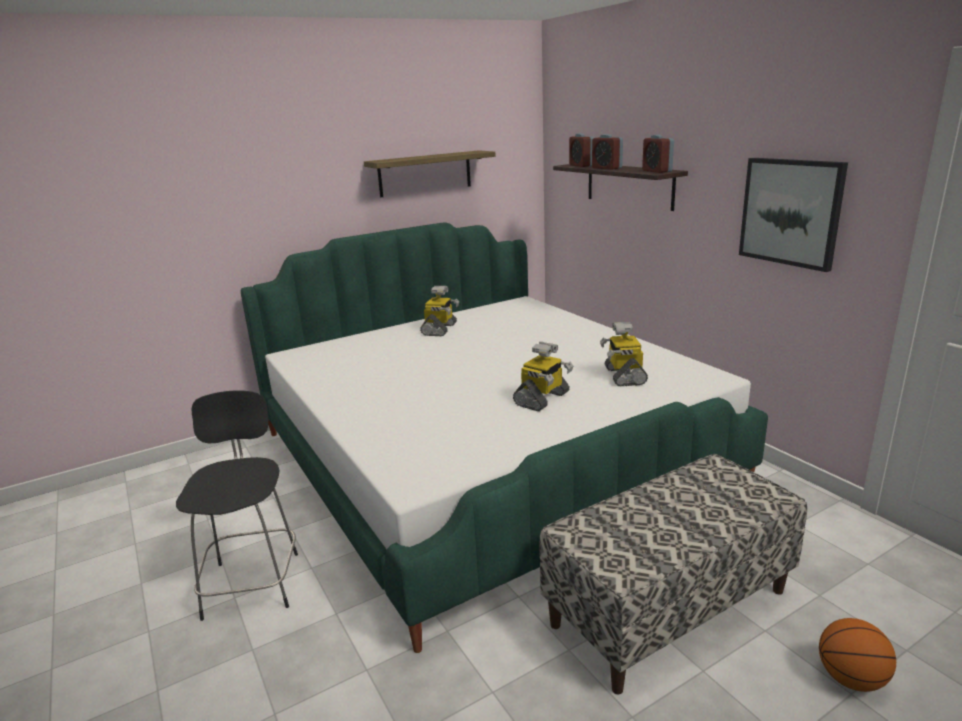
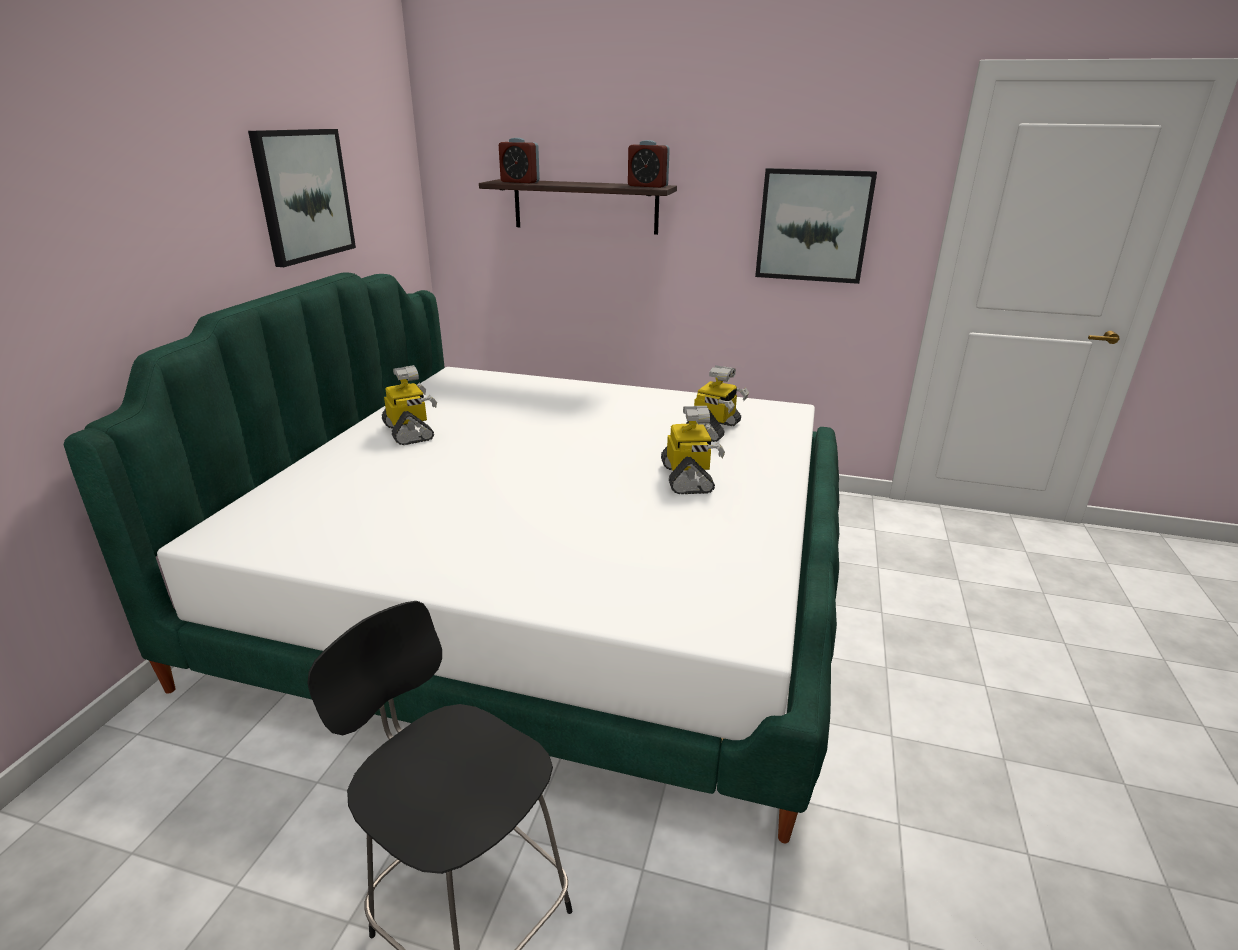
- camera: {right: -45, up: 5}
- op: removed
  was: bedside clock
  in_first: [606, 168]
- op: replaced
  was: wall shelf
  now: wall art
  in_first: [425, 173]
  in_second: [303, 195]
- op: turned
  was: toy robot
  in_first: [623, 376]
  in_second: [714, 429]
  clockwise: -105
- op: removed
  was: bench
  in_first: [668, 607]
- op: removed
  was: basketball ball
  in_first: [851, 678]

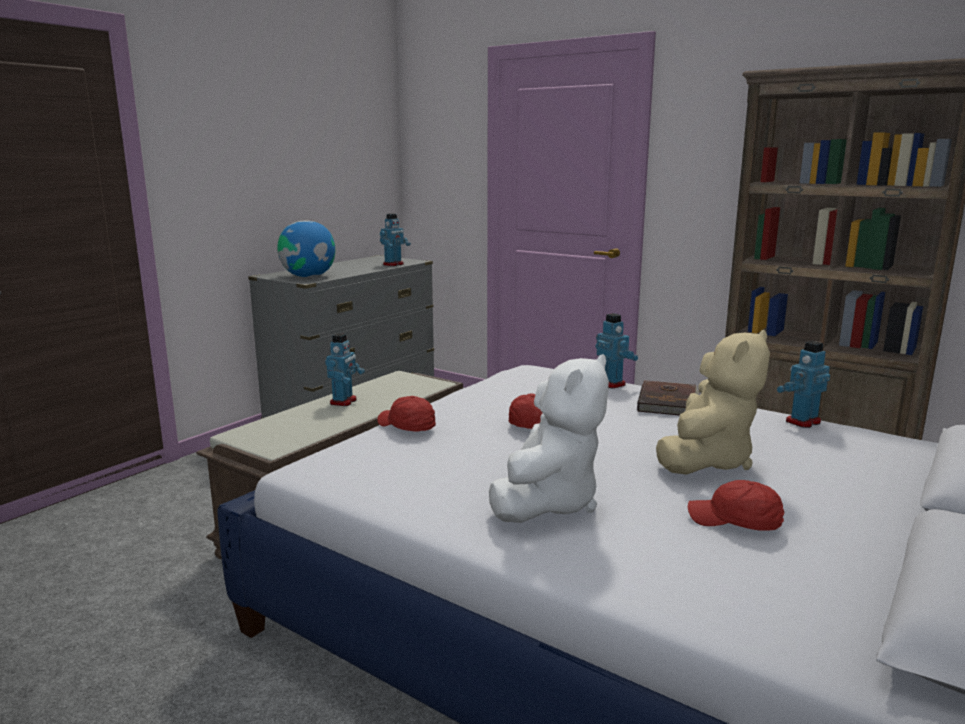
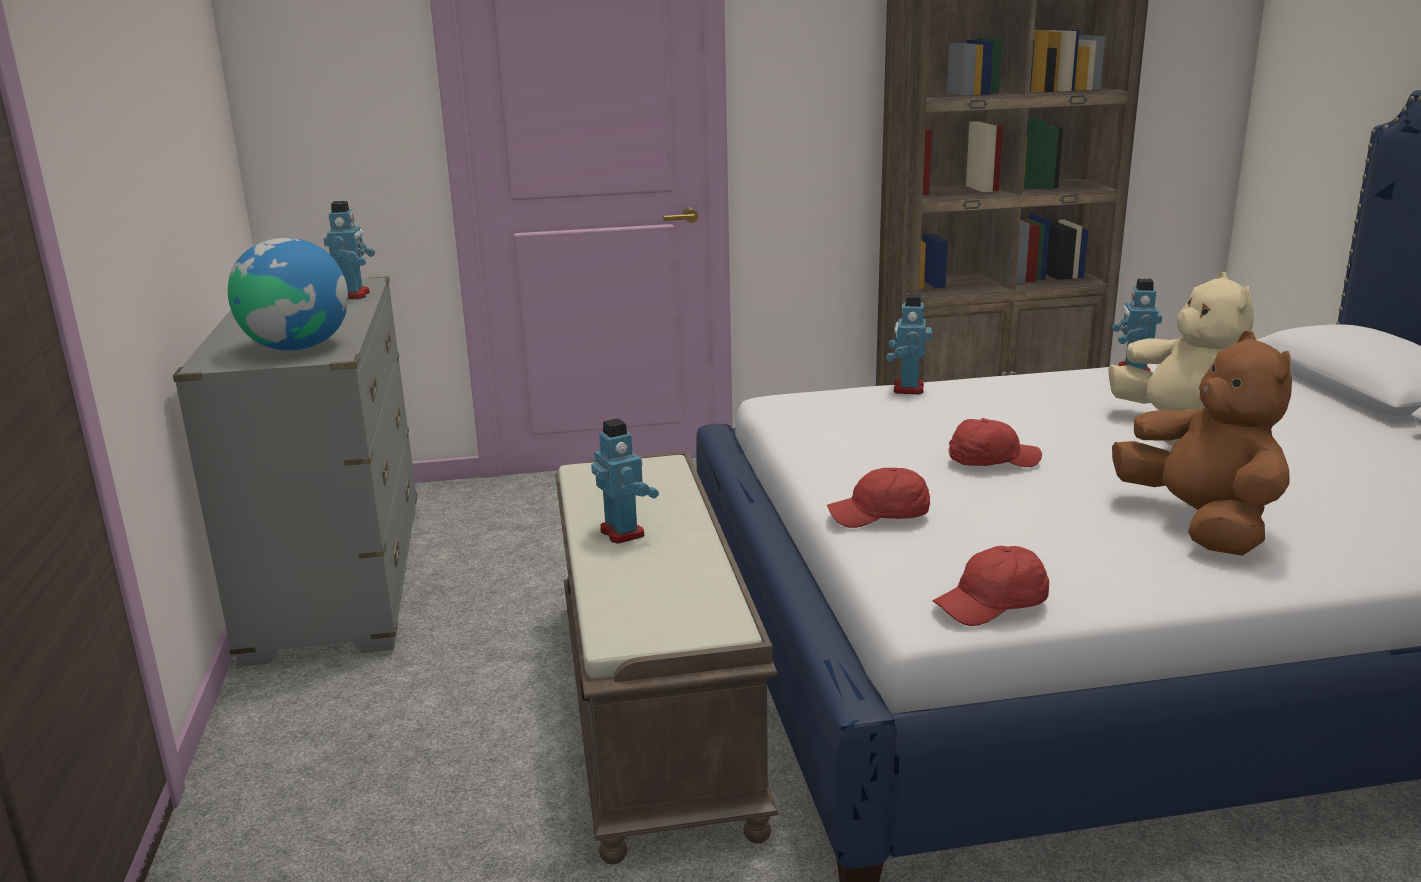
- camera: {right: -45, up: 5}
- op: turned
  was: toy robot
  in_first: [611, 383]
  in_second: [907, 389]
  clockwise: -90
- op: recoloured
  was: white plush toy
  now: brown plush toy
  in_first: [548, 502]
  in_second: [1200, 524]
- op: removed
  was: brown bound book
  in_first: [668, 402]
- op: moved
  was: red-coloured baseball cap
  in_first: [735, 522]
  in_second: [993, 605]

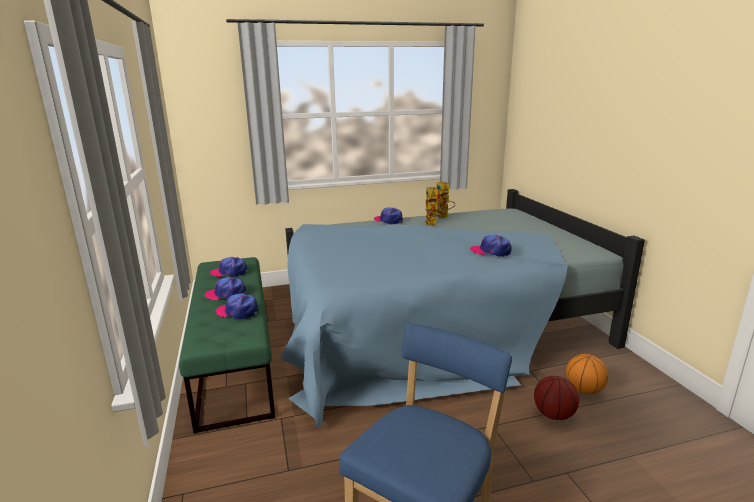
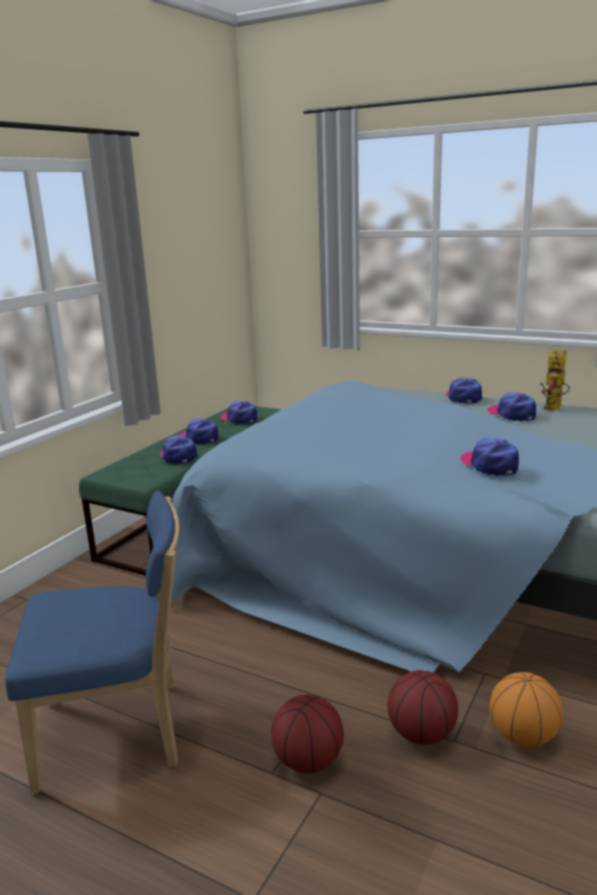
- camera: {right: 45, up: 0}
- op: replaced
  was: toy robot
  now: baseball cap
  in_first: [432, 224]
  in_second: [512, 414]
- op: added
  now: basketball ball
  in_second: [307, 761]

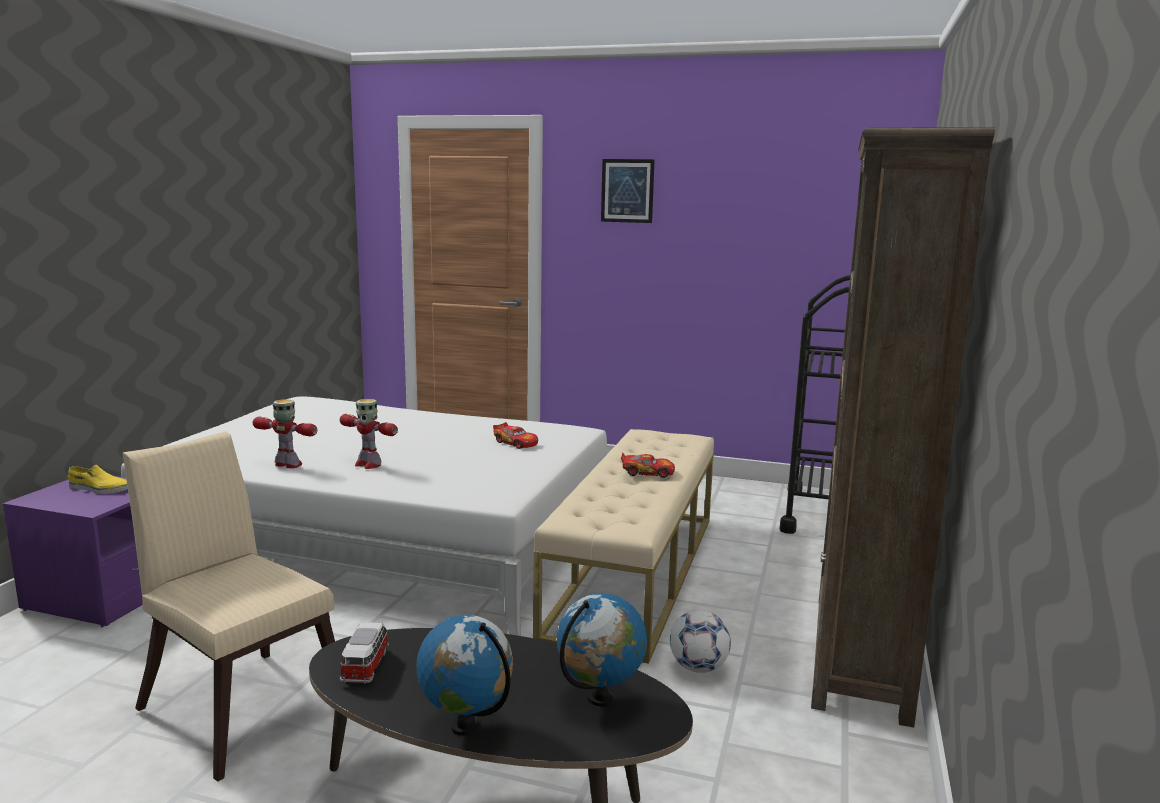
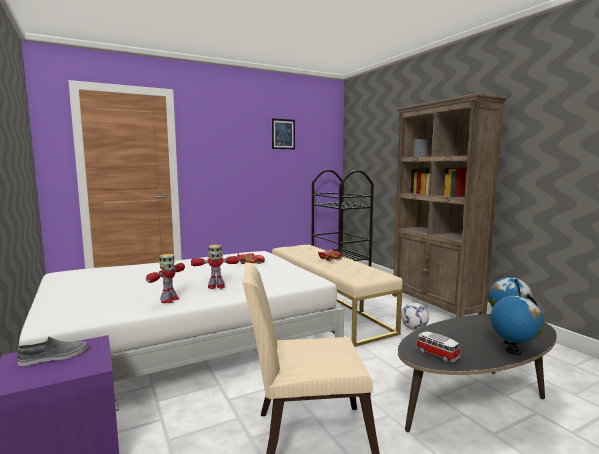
- camera: {right: -45, up: -5}
- op: moved
  was: wall art
  in_first: [627, 191]
  in_second: [283, 134]
- op: turned
  was: toy robot
  in_first: [288, 465]
  in_second: [169, 300]
  clockwise: 135
- op: recoloured
  was: yellow-coloured shoe
  now: grey shoe
  in_first: [98, 488]
  in_second: [54, 357]

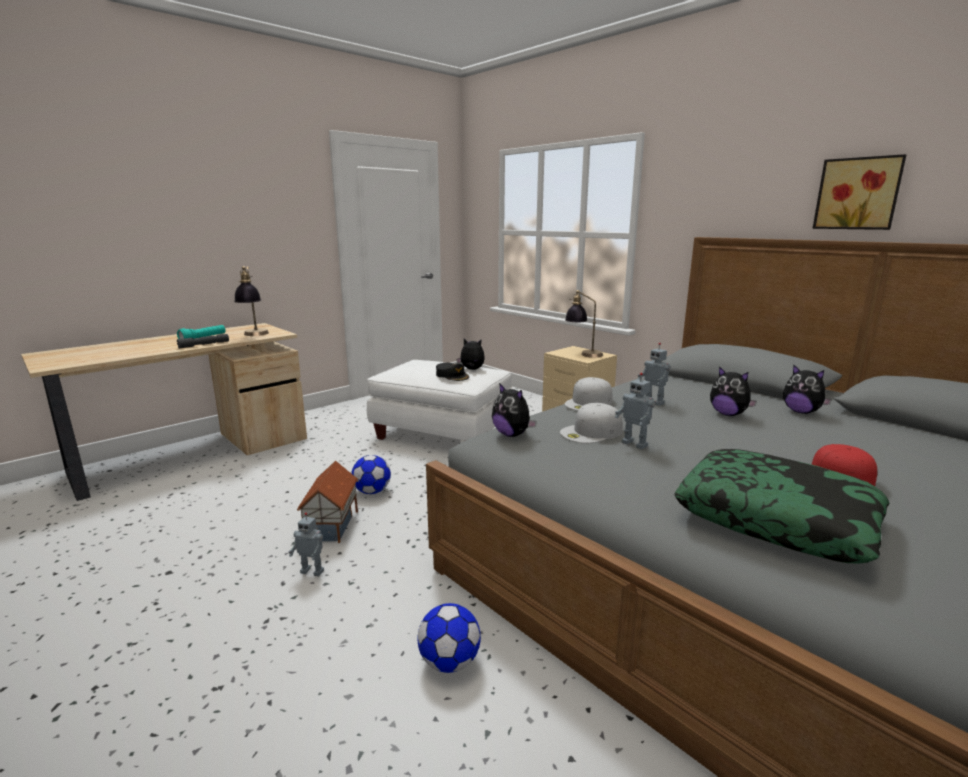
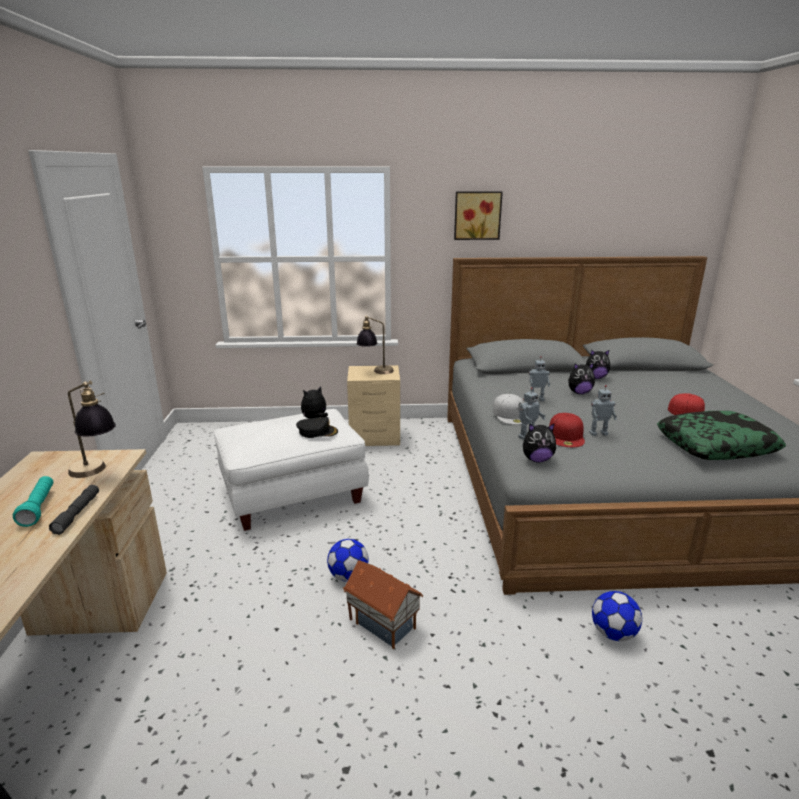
- camera: {right: -50, up: 5}
- op: moved
  was: wall art
  in_first: [858, 194]
  in_second: [477, 215]
- op: recoloured
  was: white baseball cap
  now: red-coloured baseball cap
  in_first: [591, 432]
  in_second: [566, 436]
- op: moved
  was: toy robot
  in_first: [313, 571]
  in_second: [526, 436]

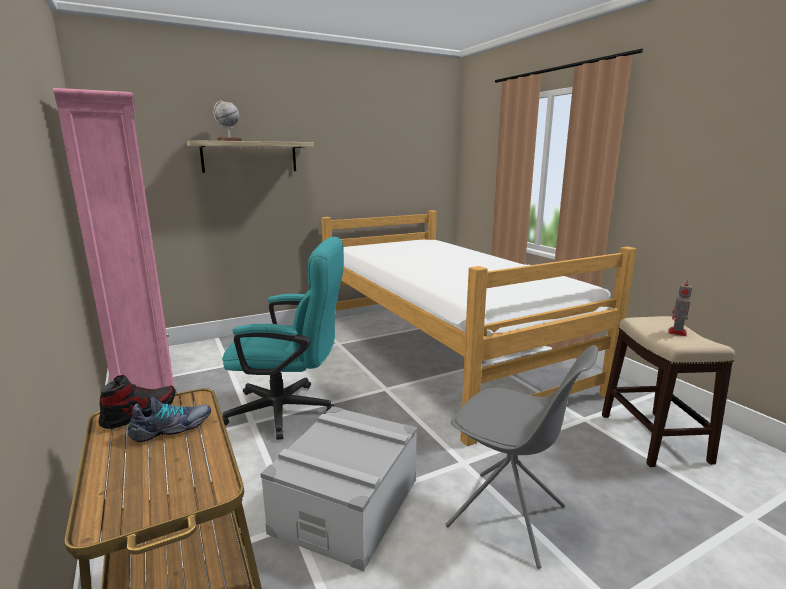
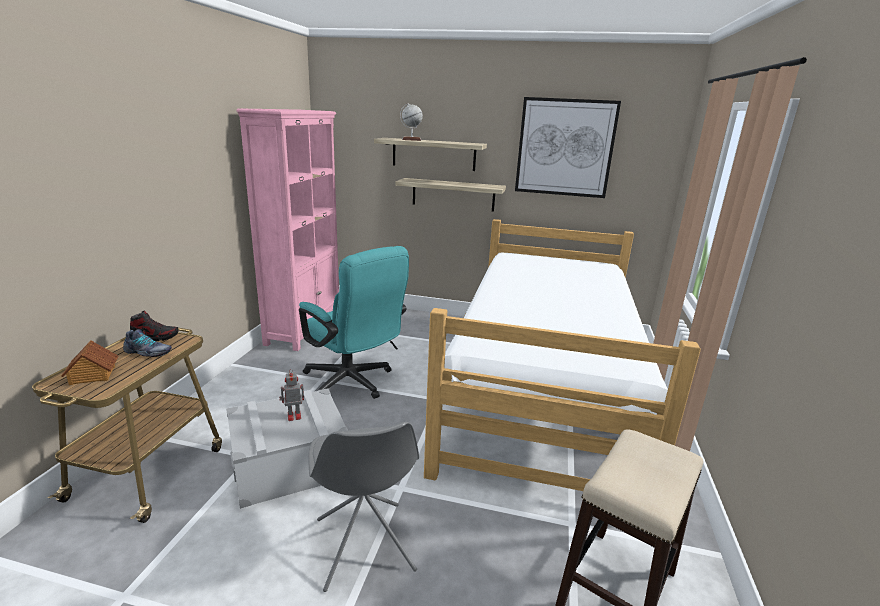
- camera: {right: 40, up: 5}
- op: moved
  was: toy robot
  in_first: [677, 333]
  in_second: [293, 416]
- op: added
  now: wall art
  in_second: [565, 148]
- op: added
  now: wall shelf
  in_second: [453, 194]
- op: added
  now: model house
  in_second: [92, 375]

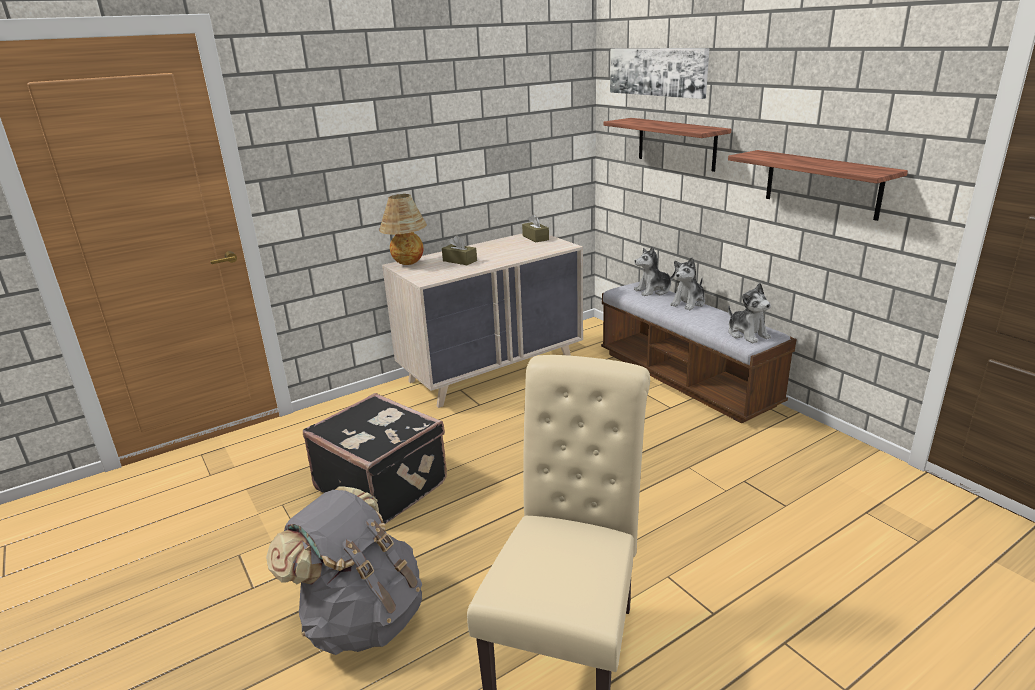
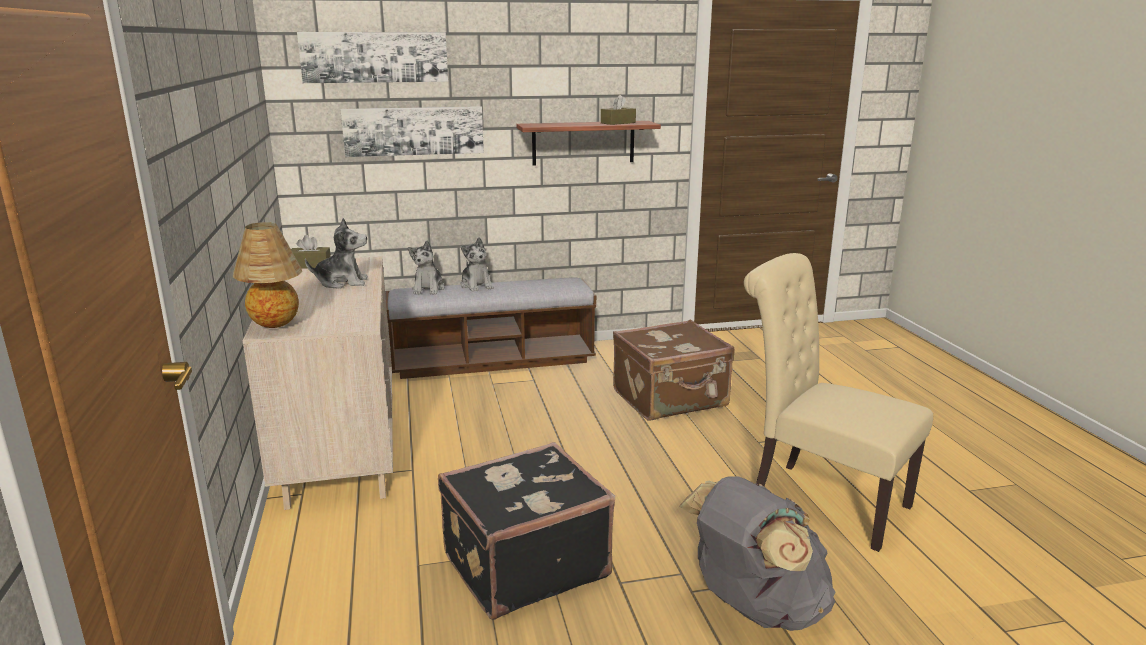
- camera: {right: -70, up: -5}
- op: replaced
  was: wall shelf
  now: wall art
  in_first: [676, 143]
  in_second: [413, 131]
- op: moved
  was: brown tissue box
  in_first: [459, 261]
  in_second: [618, 123]
- op: moved
  was: plush toy
  in_first: [747, 334]
  in_second: [342, 282]
- op: added
  now: brown travel case
  in_second: [671, 399]

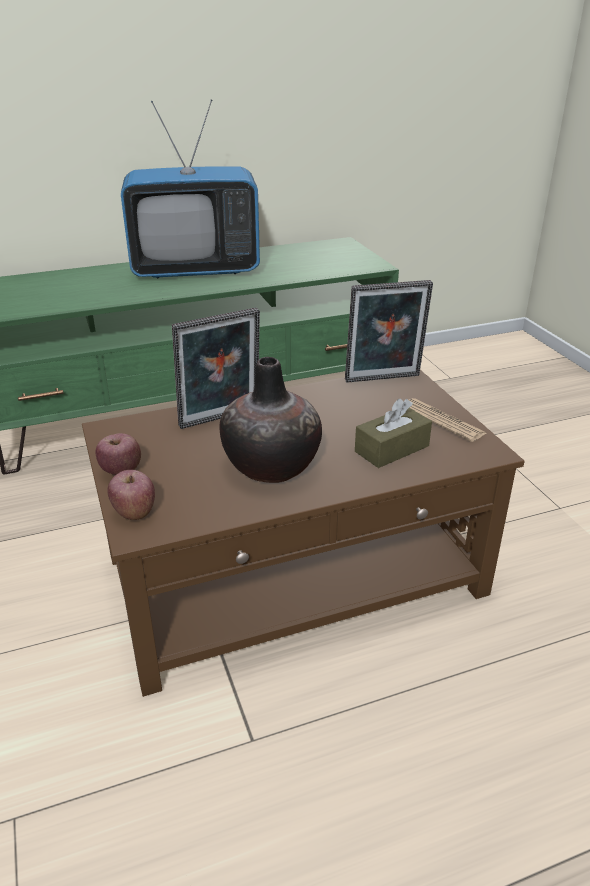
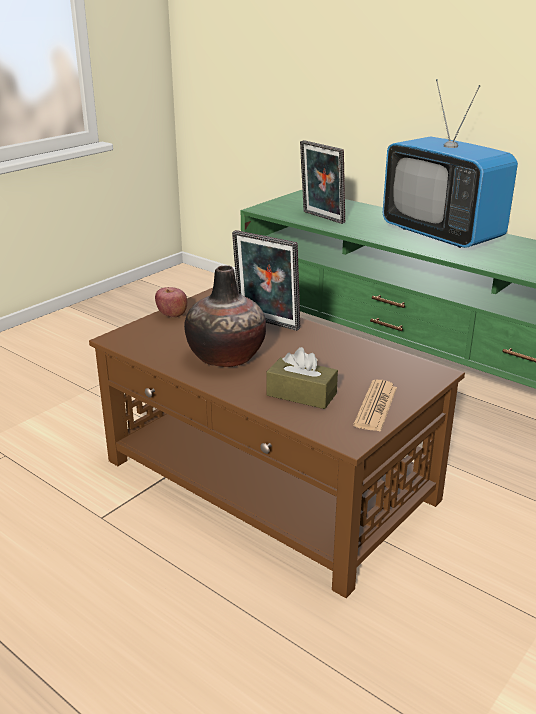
- camera: {right: 60, up: -5}
- op: moved
  was: picture frame
  in_first: [383, 380]
  in_second: [321, 218]
- op: removed
  was: apple
  in_first: [134, 512]

